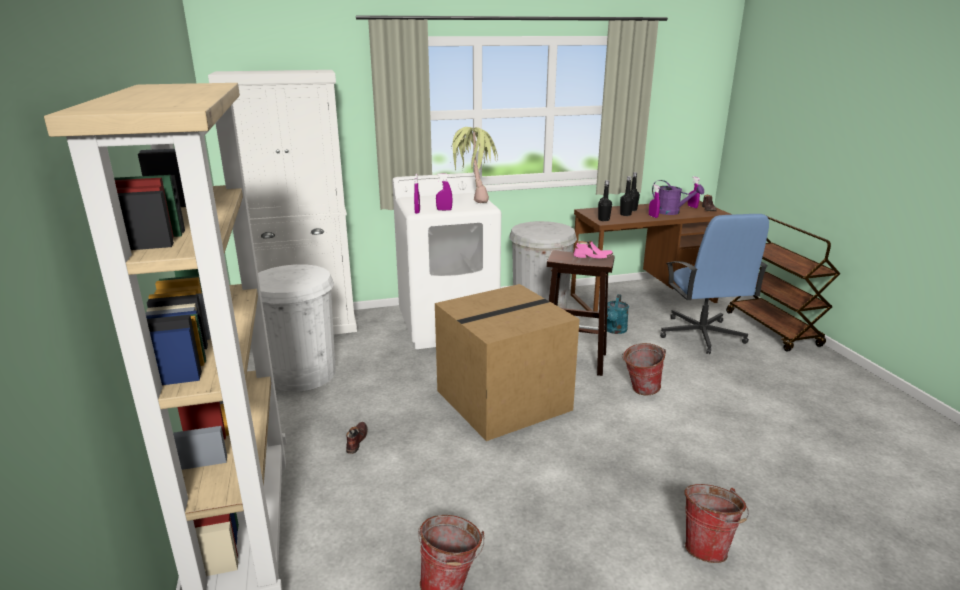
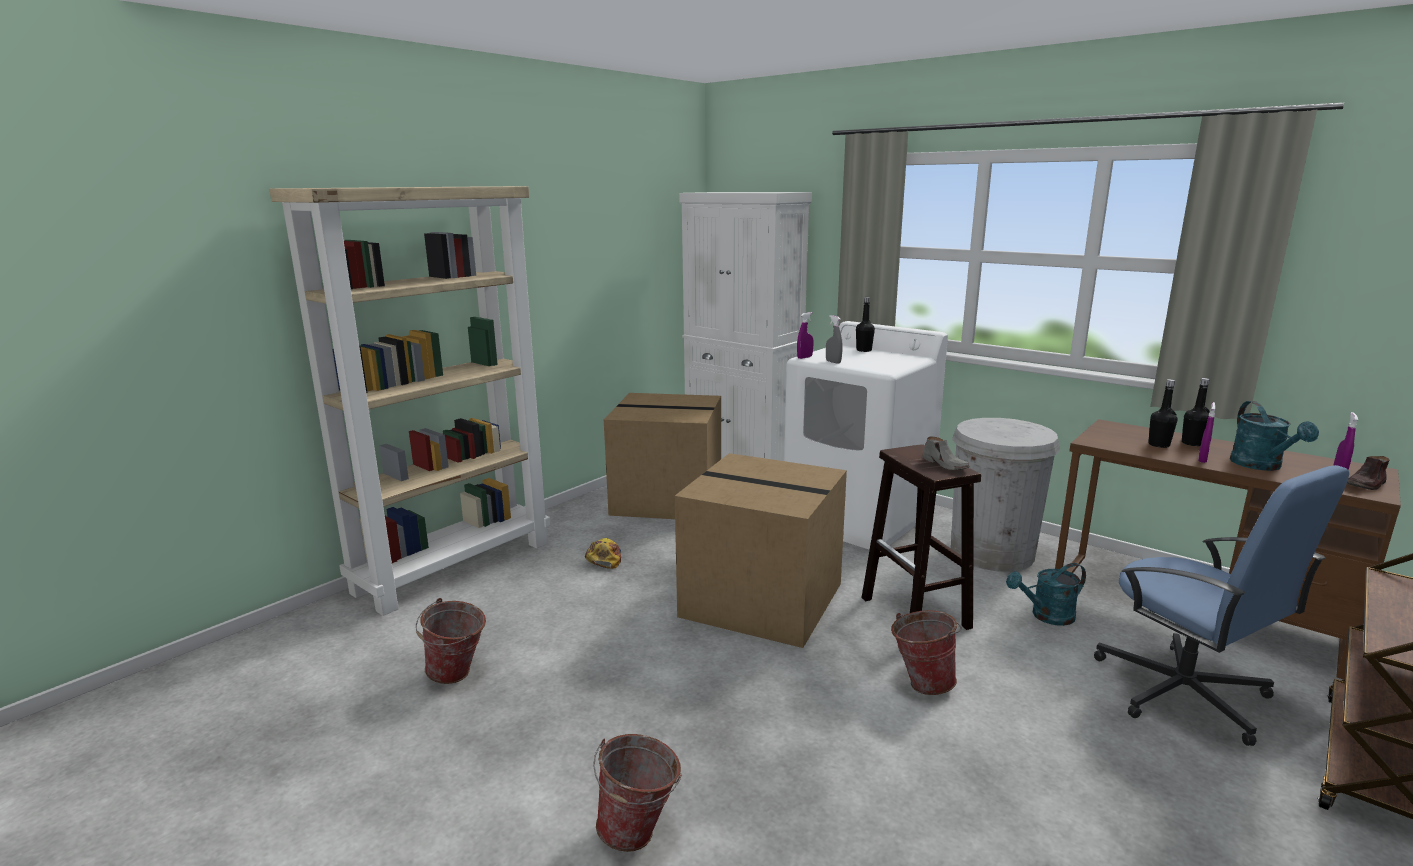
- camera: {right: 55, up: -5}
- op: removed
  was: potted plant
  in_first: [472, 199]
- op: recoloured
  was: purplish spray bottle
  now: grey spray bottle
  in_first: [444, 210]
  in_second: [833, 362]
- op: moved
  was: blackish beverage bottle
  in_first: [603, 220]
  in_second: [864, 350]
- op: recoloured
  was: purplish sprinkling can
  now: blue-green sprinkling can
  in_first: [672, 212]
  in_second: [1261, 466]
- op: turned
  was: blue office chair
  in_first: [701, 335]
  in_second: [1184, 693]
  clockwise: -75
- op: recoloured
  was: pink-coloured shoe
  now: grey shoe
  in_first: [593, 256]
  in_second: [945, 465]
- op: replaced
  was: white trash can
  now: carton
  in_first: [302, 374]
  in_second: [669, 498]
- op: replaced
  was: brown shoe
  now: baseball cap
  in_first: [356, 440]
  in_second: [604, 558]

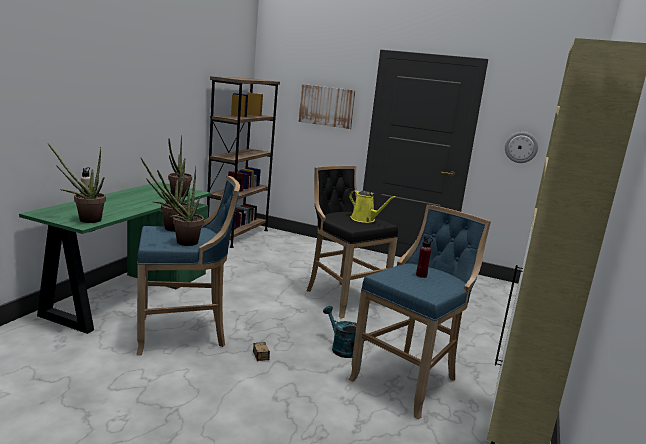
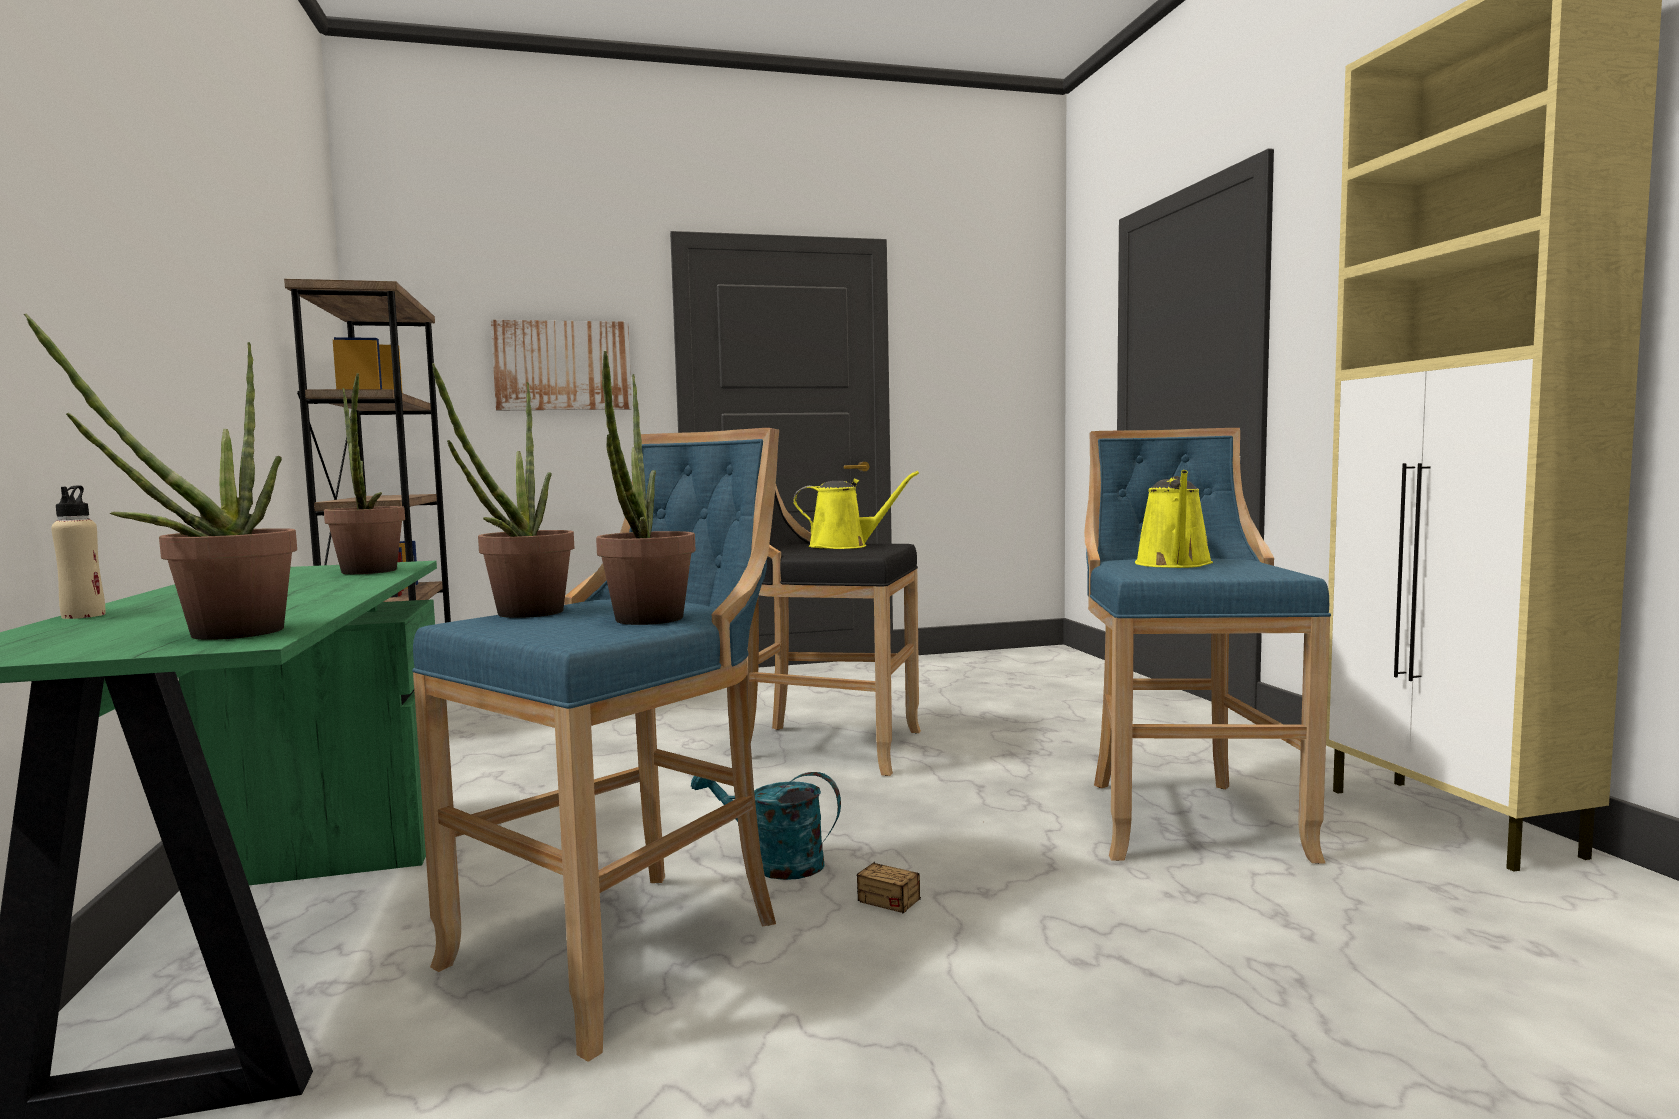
- camera: {right: -35, up: -10}
- op: removed
  was: hanging clock
  in_first: [521, 147]
- op: replaced
  was: red-coloured beverage bottle
  now: yellow-coloured sprinkling can
  in_first: [421, 275]
  in_second: [1174, 564]
- op: moved
  was: blue-green sprinkling can
  in_first: [340, 348]
  in_second: [773, 863]

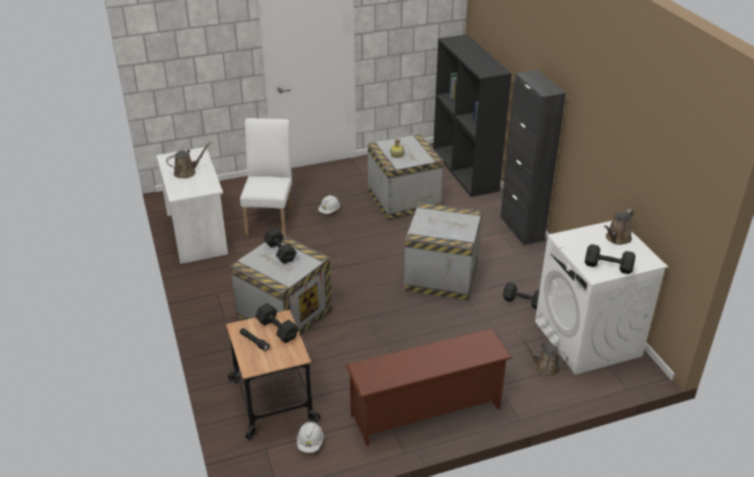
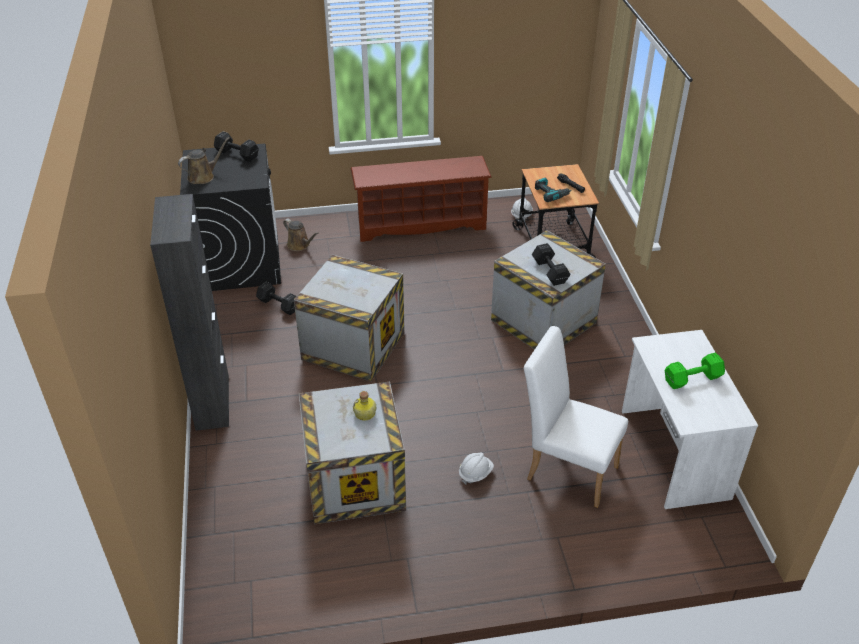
- camera: {right: -170, up: 5}
- op: removed
  was: blackish bookcase
  in_first: [466, 170]
- op: turned
  was: white plain chair
  in_first: [271, 219]
  in_second: [566, 468]
  clockwise: 105
- op: replaced
  was: brown sprinkling can
  now: green hand weight
  in_first: [187, 172]
  in_second: [694, 379]
- op: recoloured
  was: white laundry appliance
  now: blackish laundry appliance
  in_first: [587, 339]
  in_second: [241, 263]
- op: replaced
  was: blackish hand weight
  now: electric drill
  in_first: [277, 329]
  in_second: [551, 194]

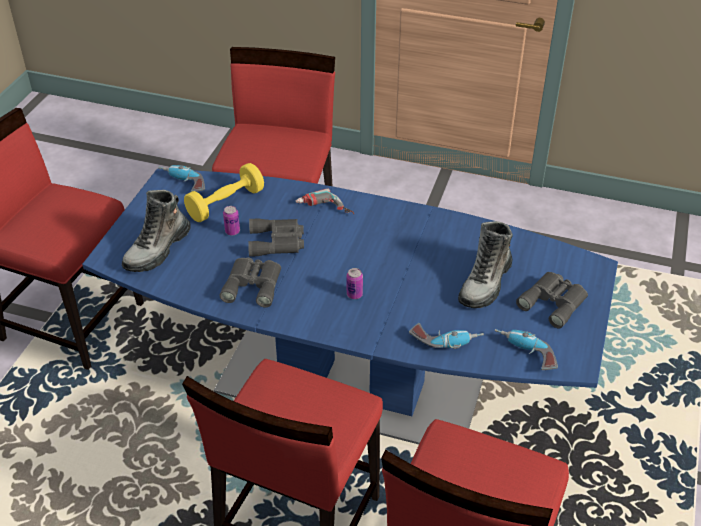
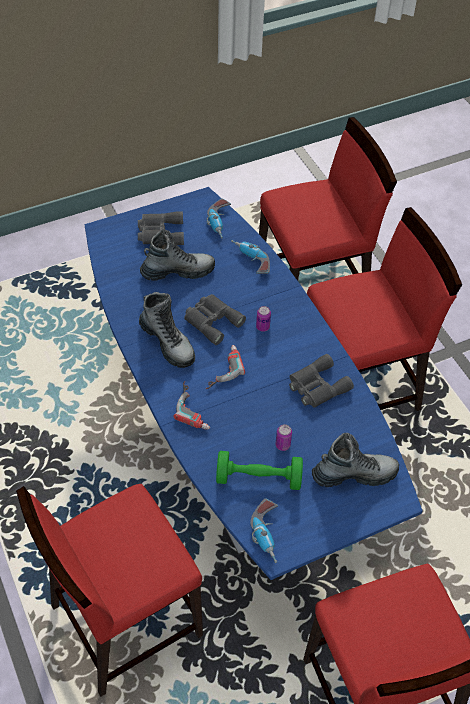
- camera: {right: -135, up: 10}
- op: recoloured
  was: yellow-coloured hand weight
  now: green hand weight
  in_first: [225, 204]
  in_second: [258, 478]
- op: moved
  was: grey field glasses
  in_first: [278, 242]
  in_second: [212, 320]
- op: added
  now: high-top boot
  in_second: [167, 342]
- op: added
  now: electric drill
  in_second: [221, 369]

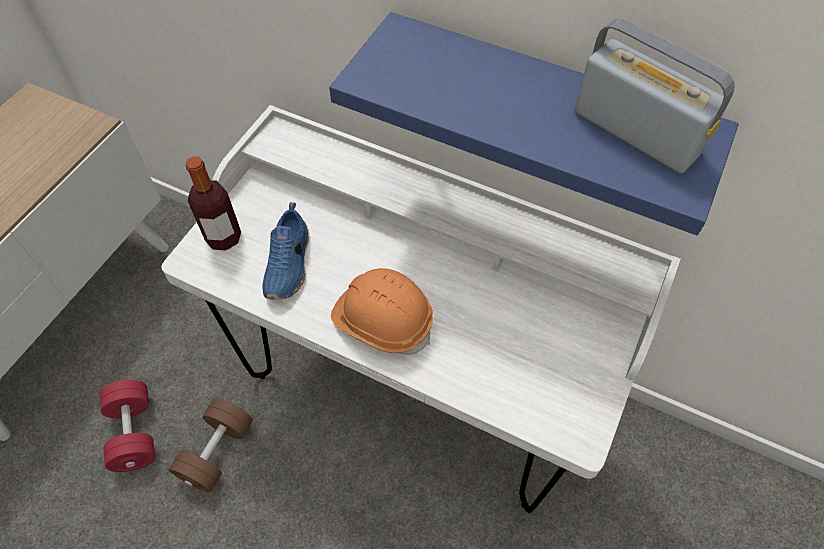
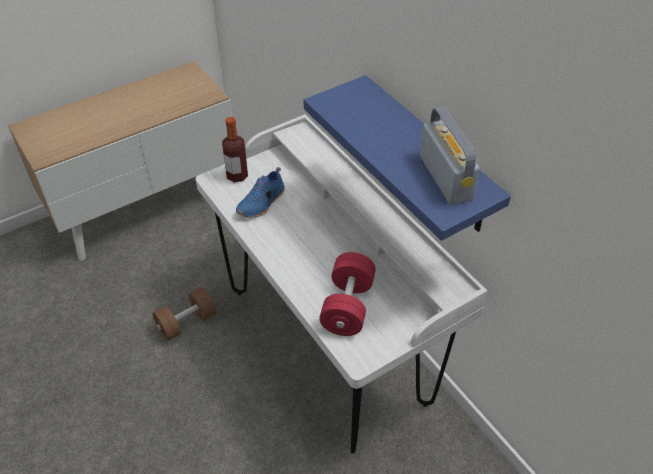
- camera: {right: 30, up: -10}
- op: removed
  was: orangey work helmet
  in_first: [382, 321]
- op: moved
  was: red-coloured hand weight
  in_first: [134, 433]
  in_second: [347, 306]

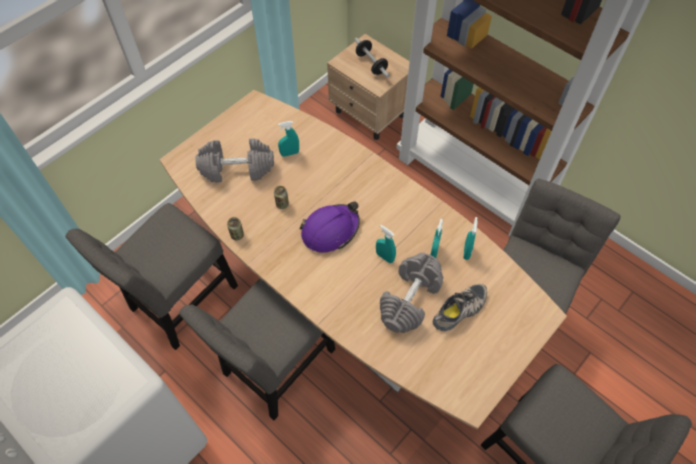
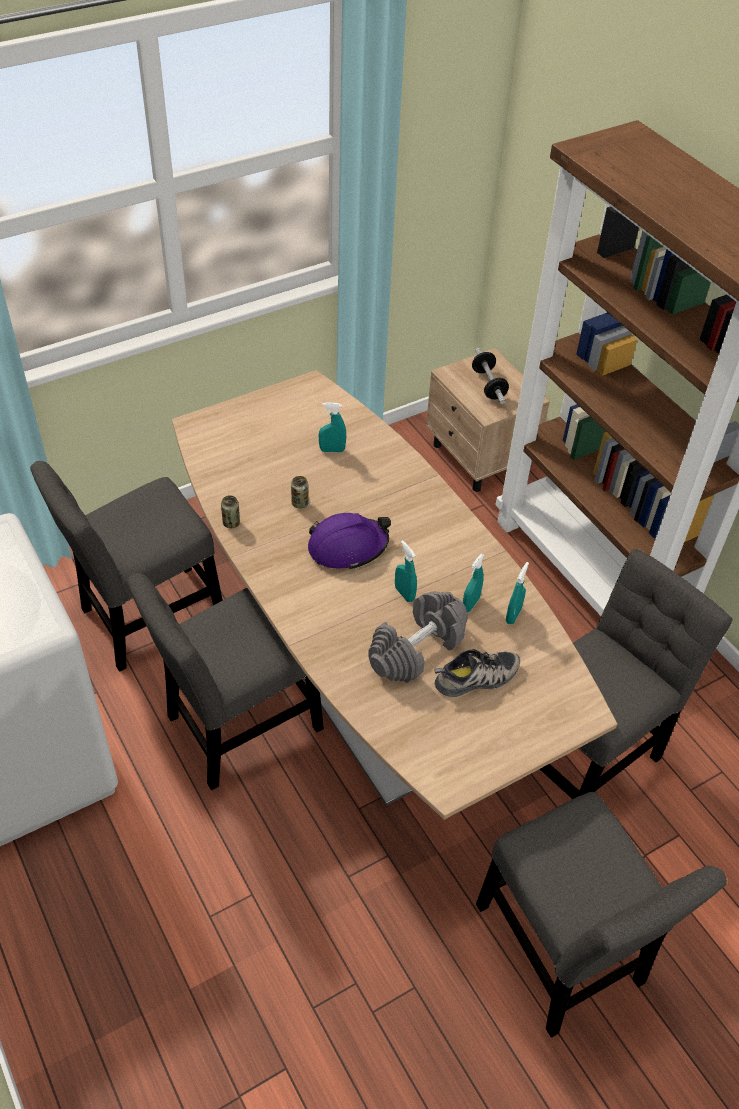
- camera: {right: 15, up: -10}
- op: removed
  was: grey hand weight
  in_first: [237, 169]

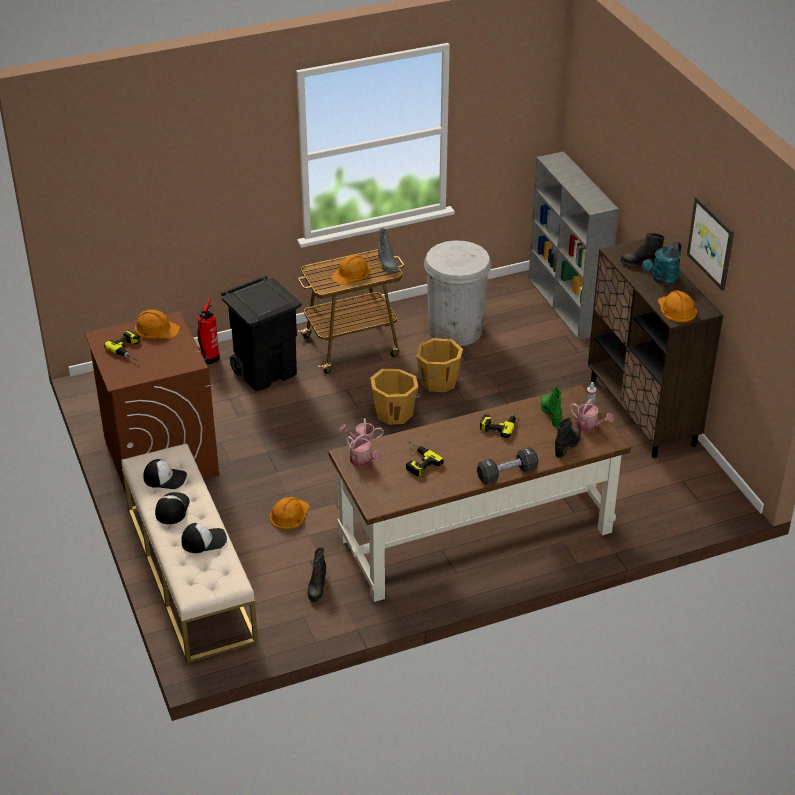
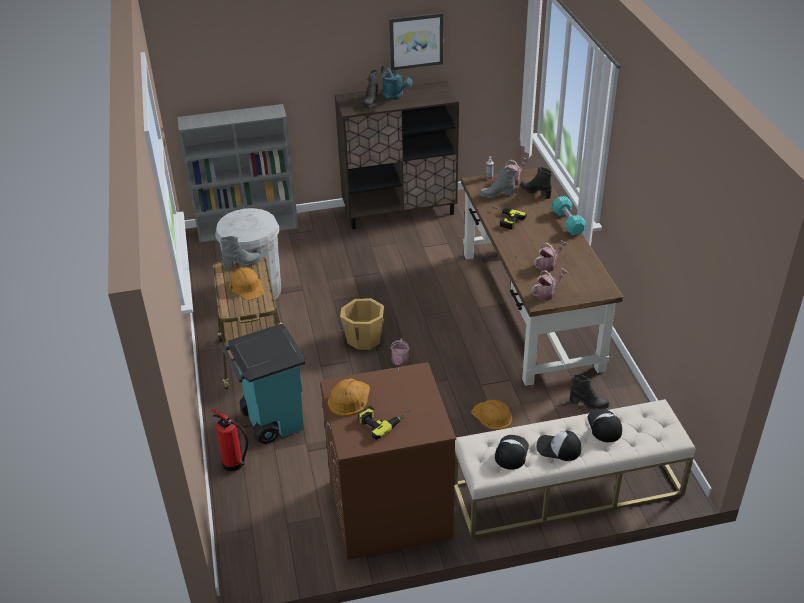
- camera: {right: -80, up: 0}
- op: recoloured
  was: blackish trash can
  now: blue-green trash can
  in_first: [265, 371]
  in_second: [272, 421]
- op: removed
  was: orangey work helmet
  in_first: [676, 309]
- op: removed
  was: orangey pail
  in_first: [438, 381]
- op: recoloured
  was: green high-top boot
  now: grey high-top boot
  in_first: [551, 414]
  in_second: [496, 195]
- op: replaced
  was: electric drill
  now: sprinkling can
  in_first: [416, 461]
  in_second: [549, 265]
- op: recoloured
  was: blackish hand weight
  now: blue-green hand weight
  in_first: [507, 474]
  in_second: [568, 222]

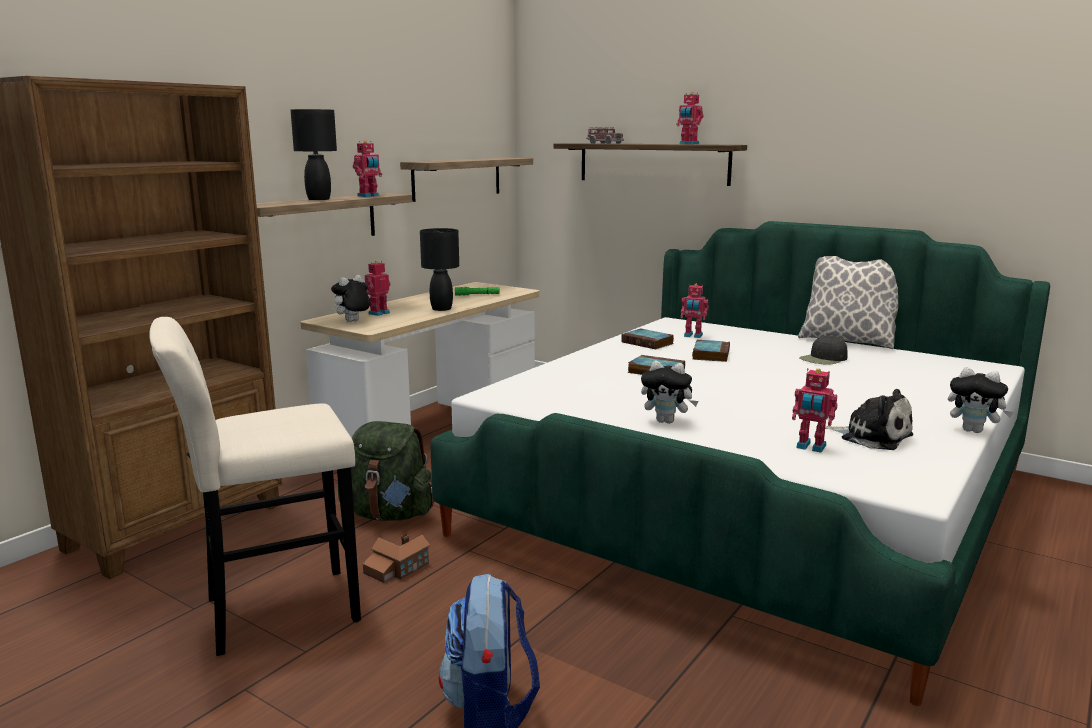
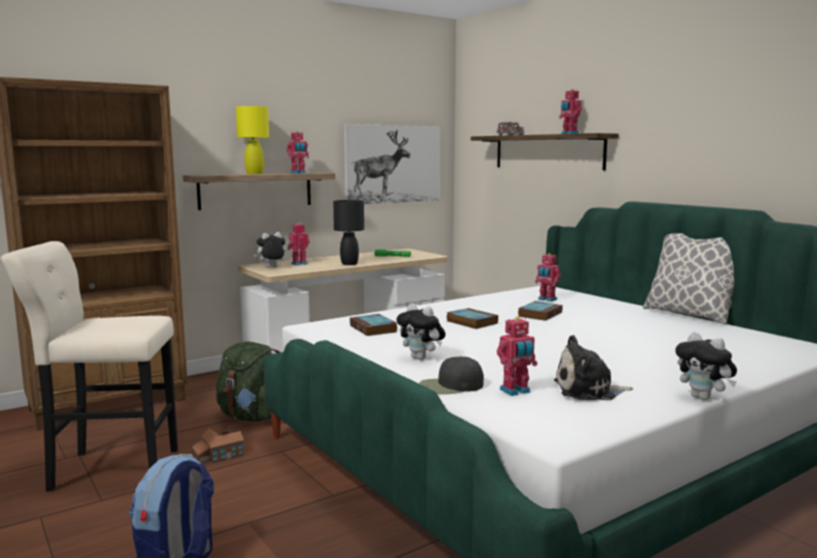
- camera: {right: 20, up: -5}
- op: recoloured
  was: blackish table lamp
  now: yellow-coloured table lamp
  in_first: [319, 199]
  in_second: [254, 173]
- op: replaced
  was: wall shelf
  now: wall art
  in_first: [457, 178]
  in_second: [393, 164]
- op: moved
  was: bound book
  in_first: [648, 343]
  in_second: [374, 329]
- op: moved
  was: blackish baseball cap
  in_first: [823, 359]
  in_second: [451, 386]
- op: turned
  was: toy robot
  in_first: [810, 447]
  in_second: [516, 391]
  clockwise: -75
- op: turned
  was: plush toy
  in_first: [872, 437]
  in_second: [588, 390]
  clockwise: 120

